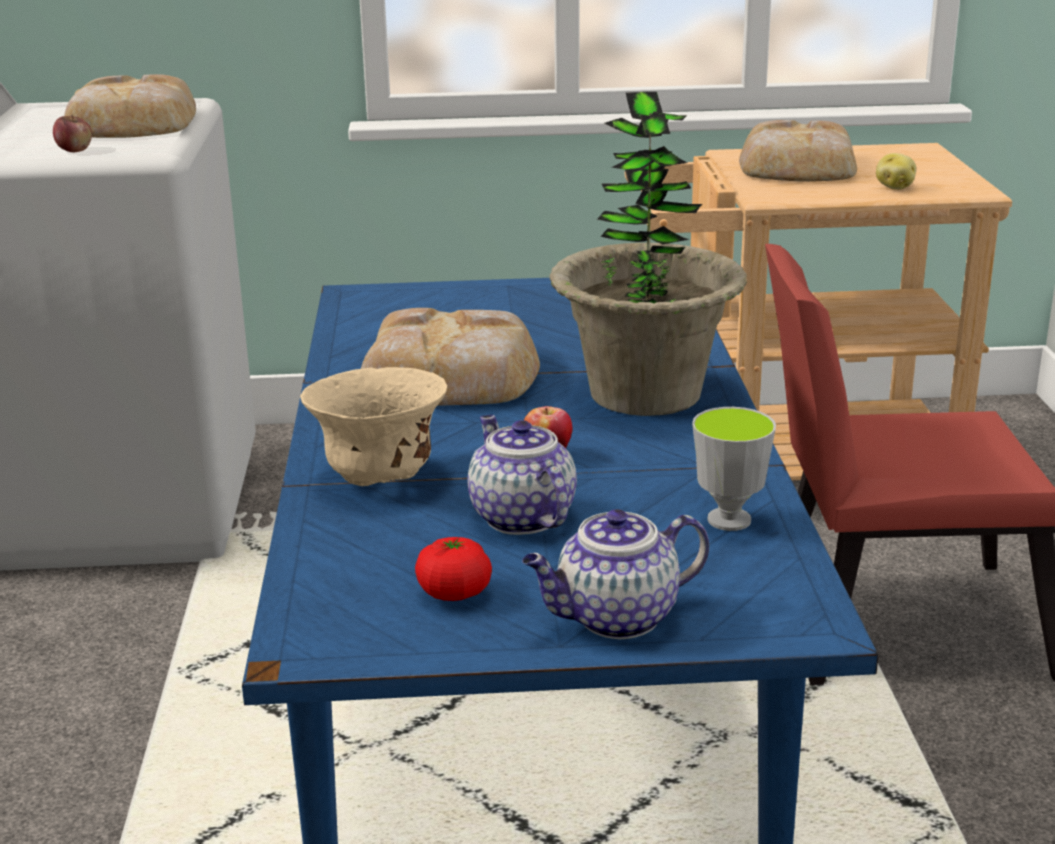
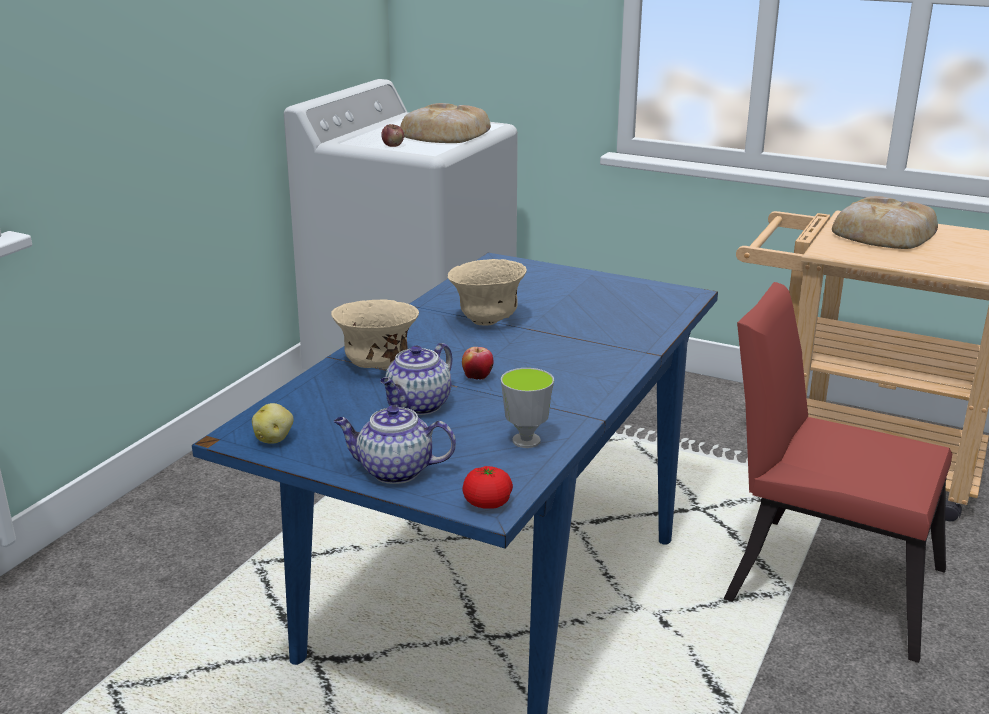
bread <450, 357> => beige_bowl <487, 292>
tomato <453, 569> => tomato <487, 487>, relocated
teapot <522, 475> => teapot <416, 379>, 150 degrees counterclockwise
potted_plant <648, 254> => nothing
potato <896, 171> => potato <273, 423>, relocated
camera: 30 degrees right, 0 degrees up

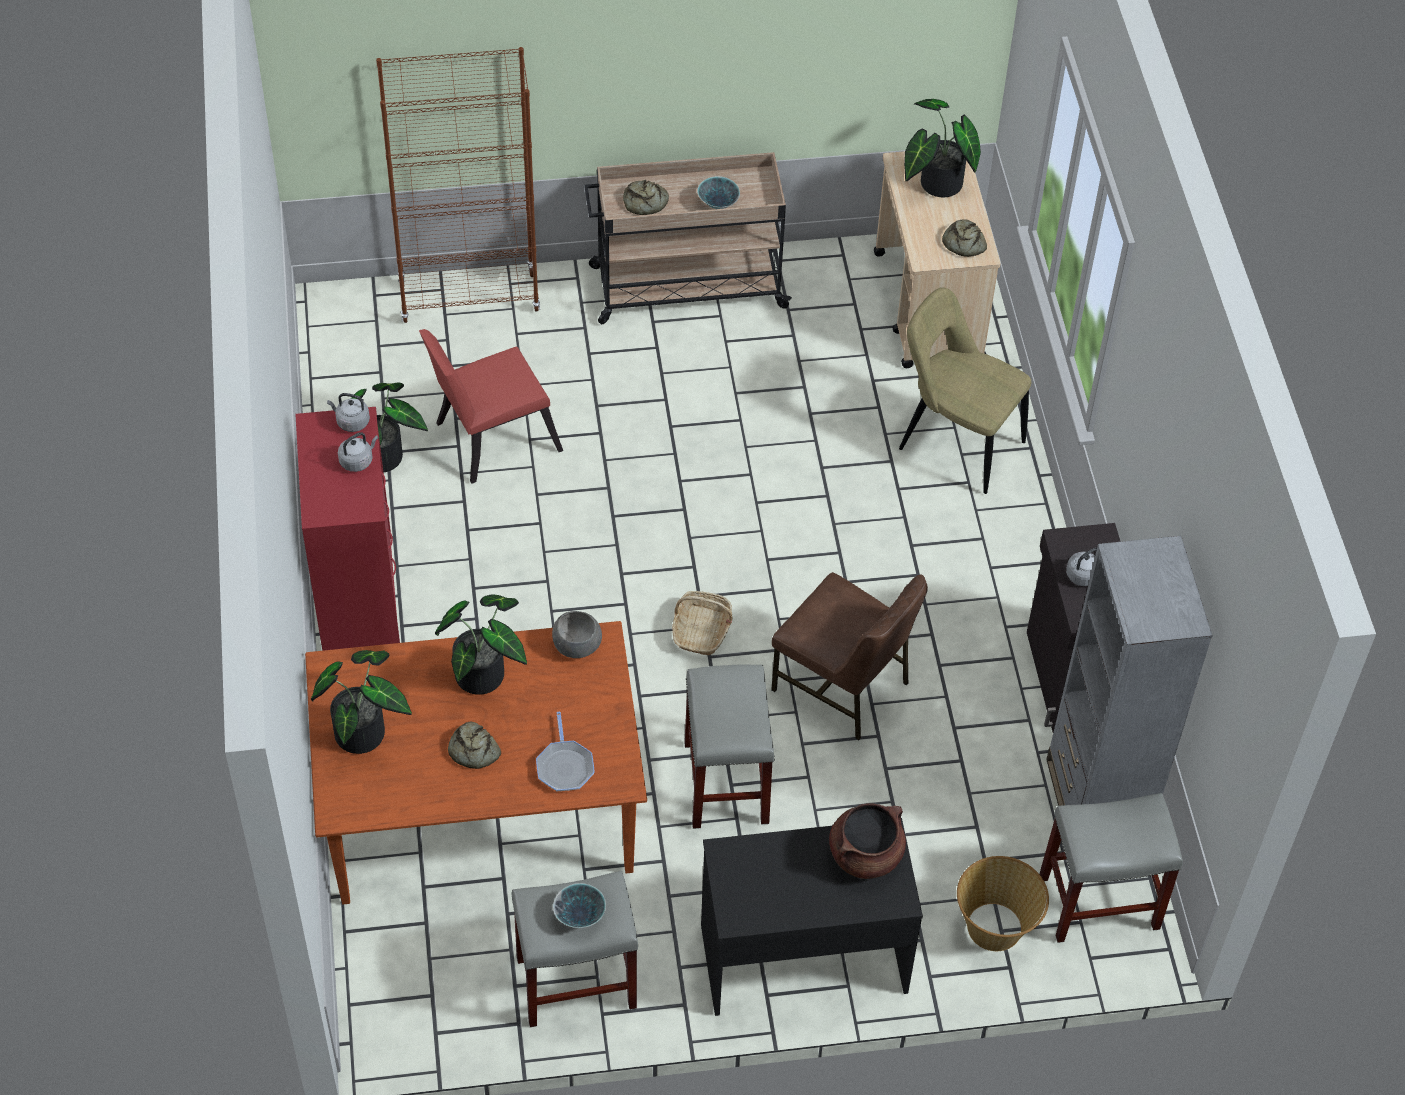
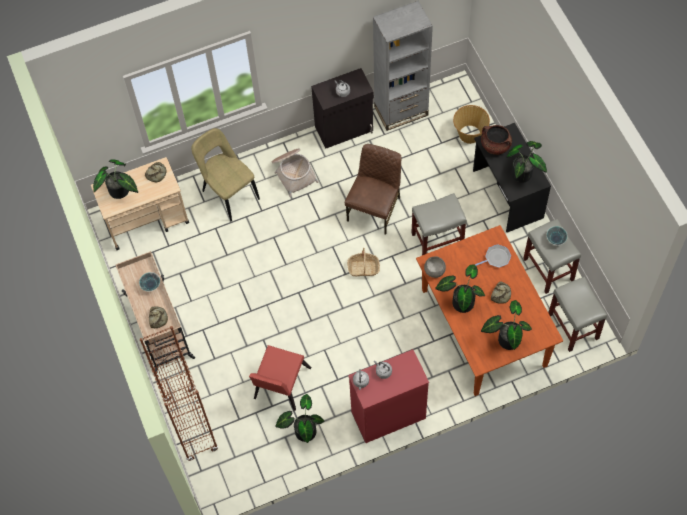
red_chair <491, 406> => red_chair <280, 378>, 60 degrees clockwise
beige_chair <965, 390> => beige_chair <225, 174>, 120 degrees clockwise
grey_stool <1111, 868> => grey_stool <577, 314>, relocated
nothing => basket <295, 173>
nothing => potted_plant <526, 162>
camera: 100 degrees left, 10 degrees up

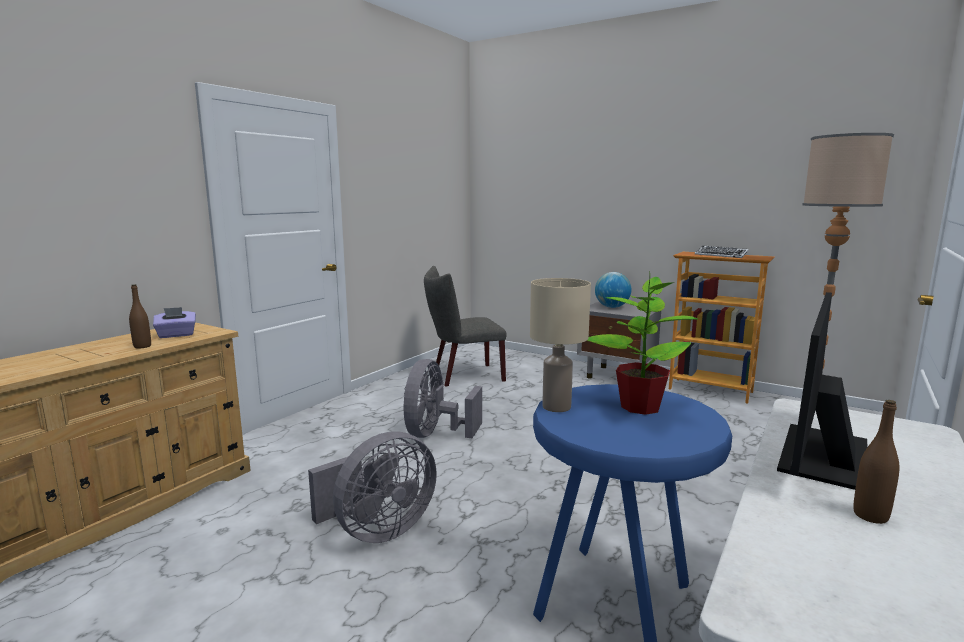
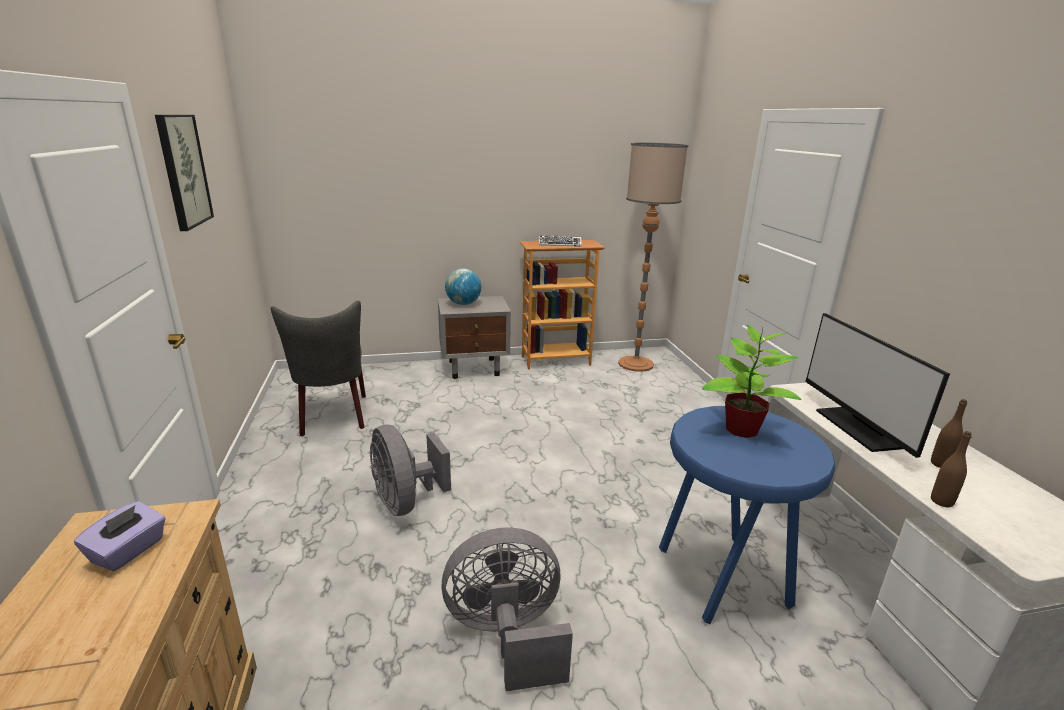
brown_bottle <140, 316> => brown_bottle <951, 469>, relocated
grey_fan <372, 487> => grey_fan <507, 609>, 105 degrees counterclockwise
grey_chair <465, 326> => grey_chair <318, 368>, 45 degrees counterclockwise
beige_table_lamp <560, 345> => nothing
nothing => picture <184, 173>
camera: 45 degrees left, 10 degrees up

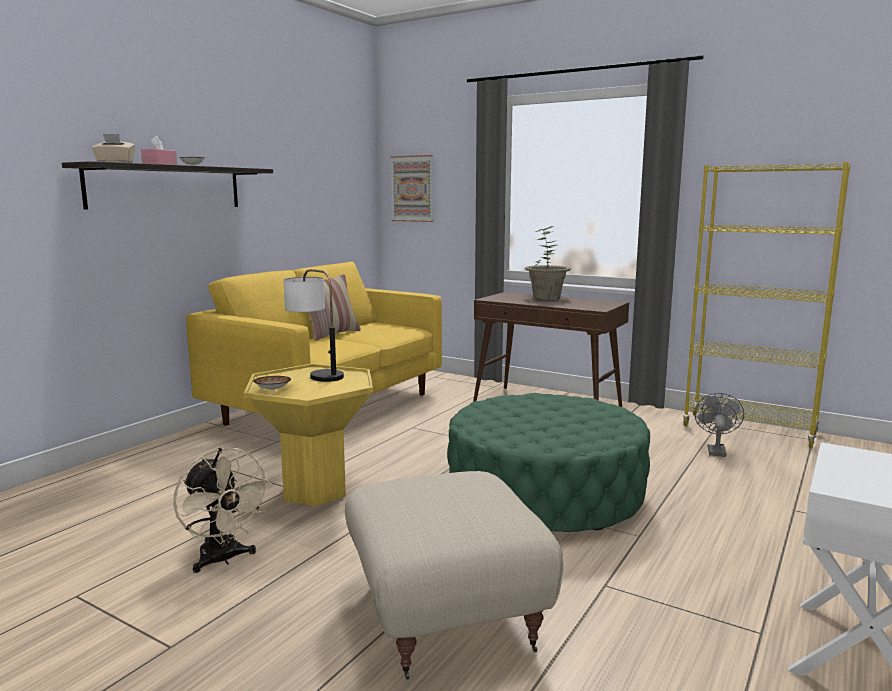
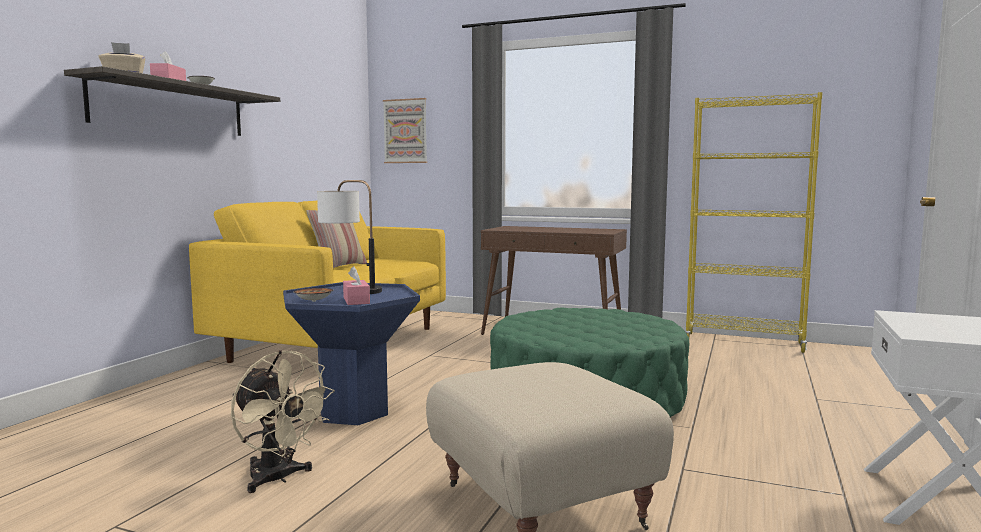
yellow_side_table <308, 434> => blue_side_table <351, 353>
potted_plant <548, 263> => nothing
grey_fan <719, 425> => nothing
nothing => pink_tissue_box <356, 285>
camera: 10 degrees left, 5 degrees down

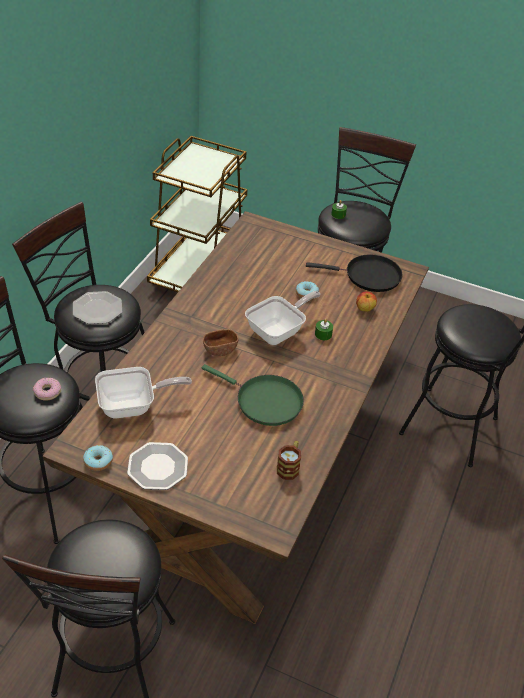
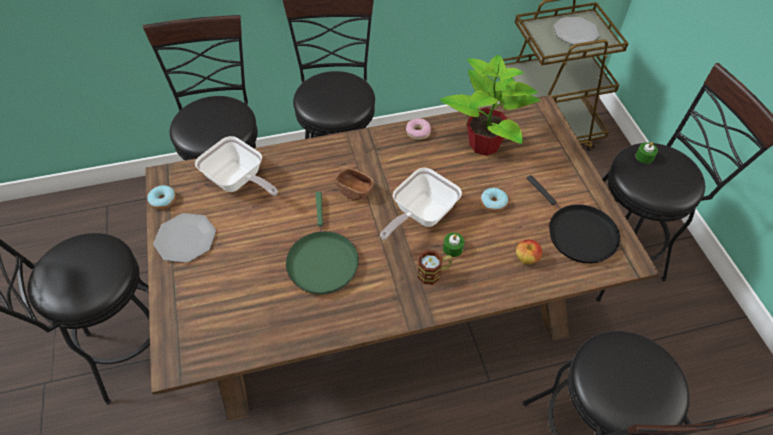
donut <47, 389> => donut <418, 129>, relocated
plate <97, 307> => plate <576, 31>, relocated
frying_pan <283, 318> => frying_pan <421, 204>, 120 degrees clockwise
mug <289, 460> => mug <435, 267>, relocated
nothing => potted_plant <490, 105>
camera: 55 degrees right, 10 degrees up

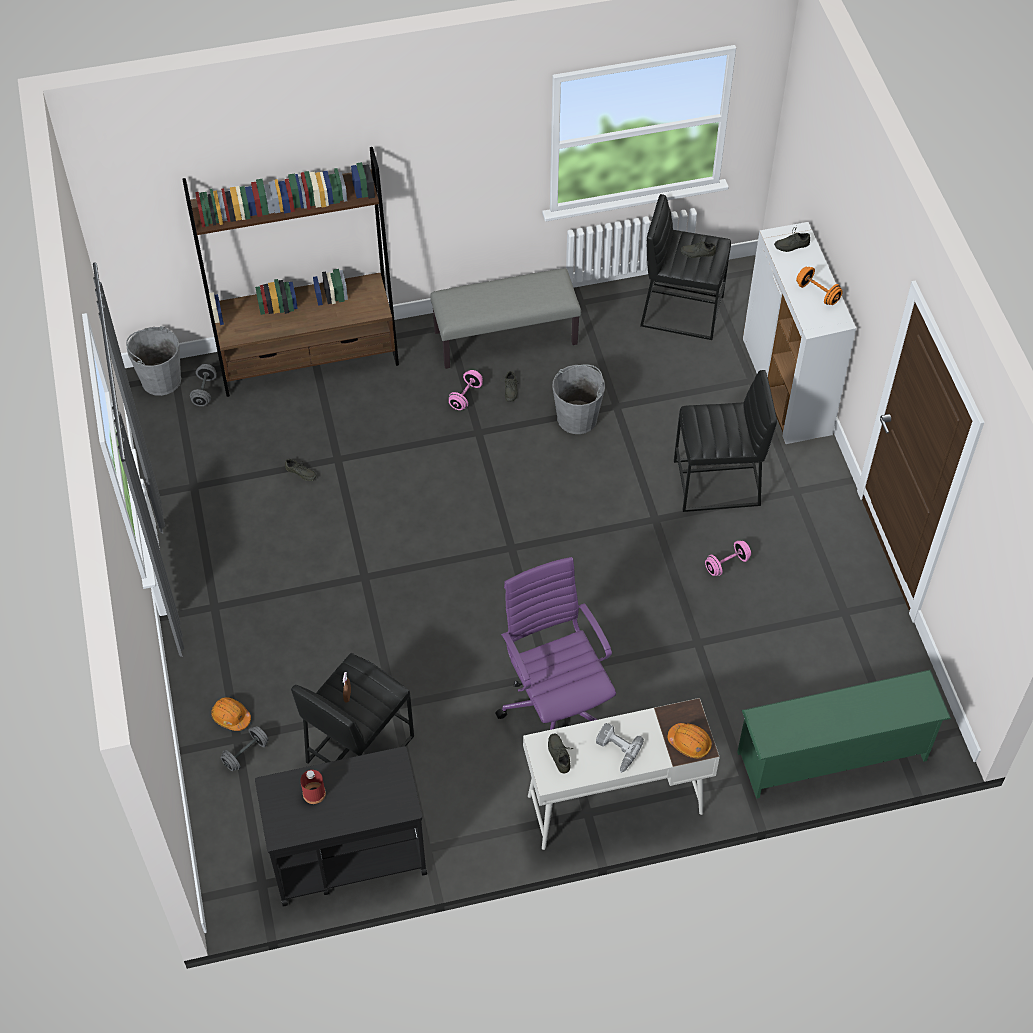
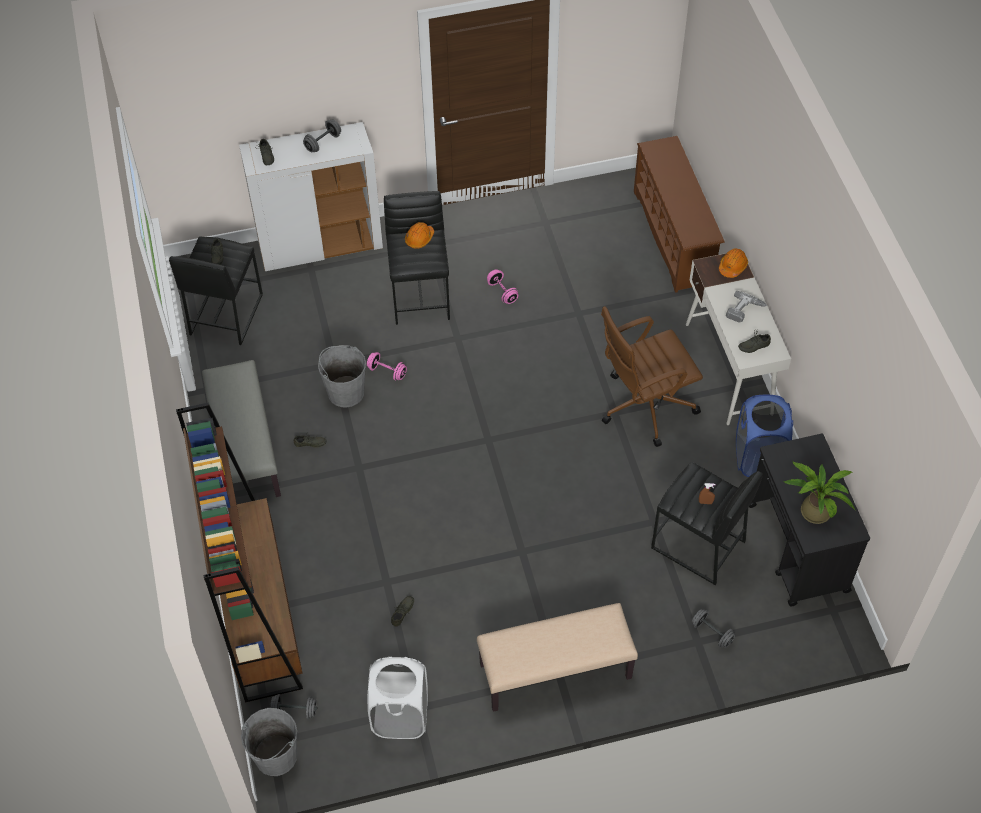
orange_hard_hat <231, 714> => orange_hard_hat <419, 235>, relocated
red_bottle <313, 787> => potted_plant <819, 492>
pink_dumbbell <466, 390> => pink_dumbbell <387, 366>, relocated
purple_office_chair <555, 643> => brown_office_chair <652, 376>
green_shoe_rack <844, 734> => brown_shoe_rack <679, 214>
orange_dumbbell <819, 286> => grey_dumbbell <322, 135>
nothing => white_laundry_basket <397, 698>
nothing => beige_bench <557, 657>
nothing => blue_laundry_basket <764, 436>
camera: 90 degrees left, 0 degrees up

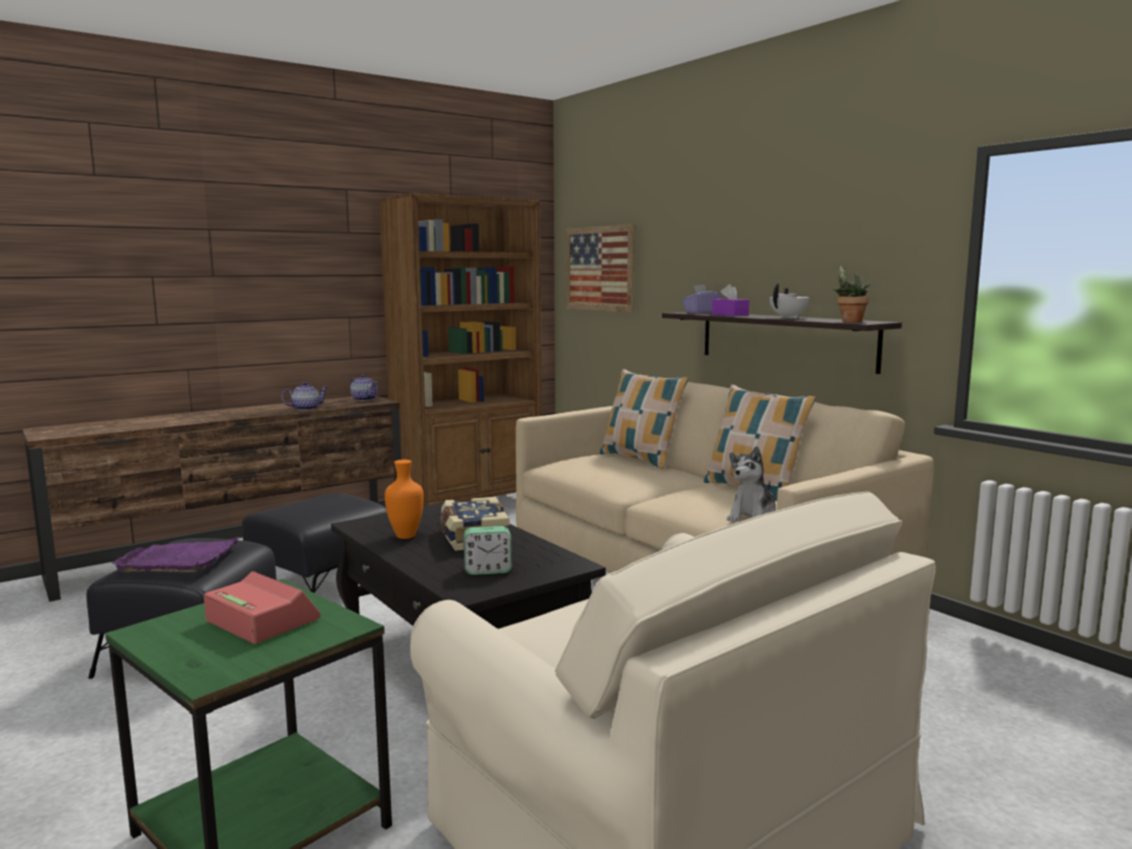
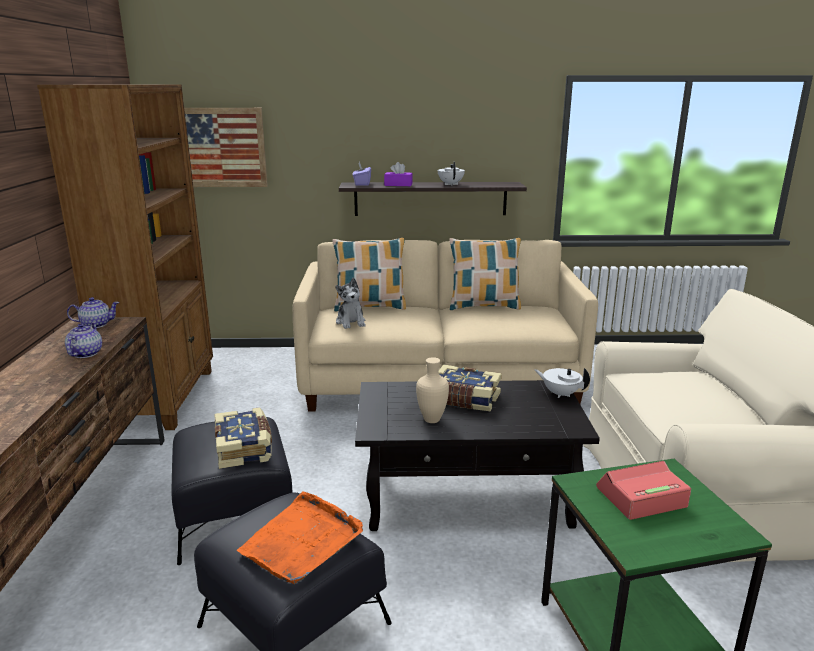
purple_tray <177, 554> => orange_tray <300, 537>
orange_vase <404, 499> => beige_vase <432, 390>
alarm_clock <488, 550> => nothing
plush_toy <751, 484> => plush_toy <350, 303>, relocated
potted_plant <851, 293> => nothing
nothing => book <243, 438>
nothing => white_teapot <562, 383>
camera: 55 degrees left, 10 degrees up

